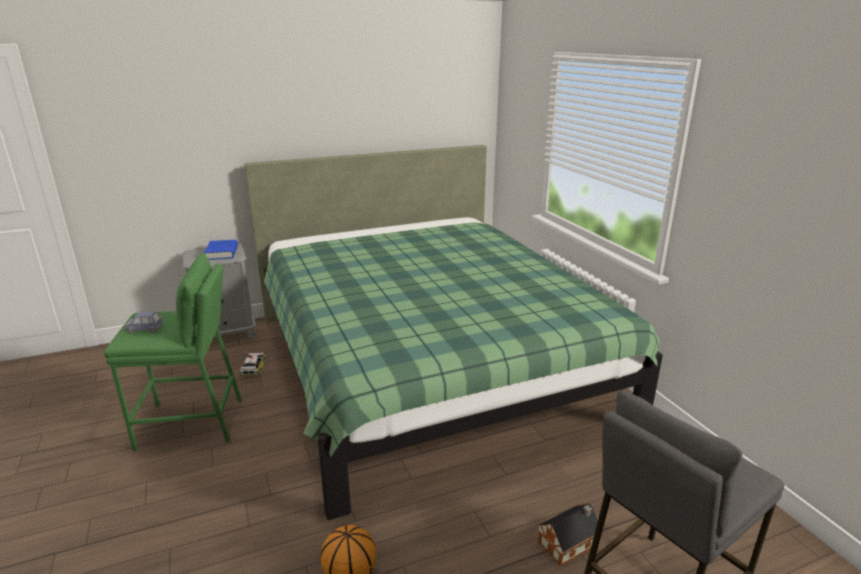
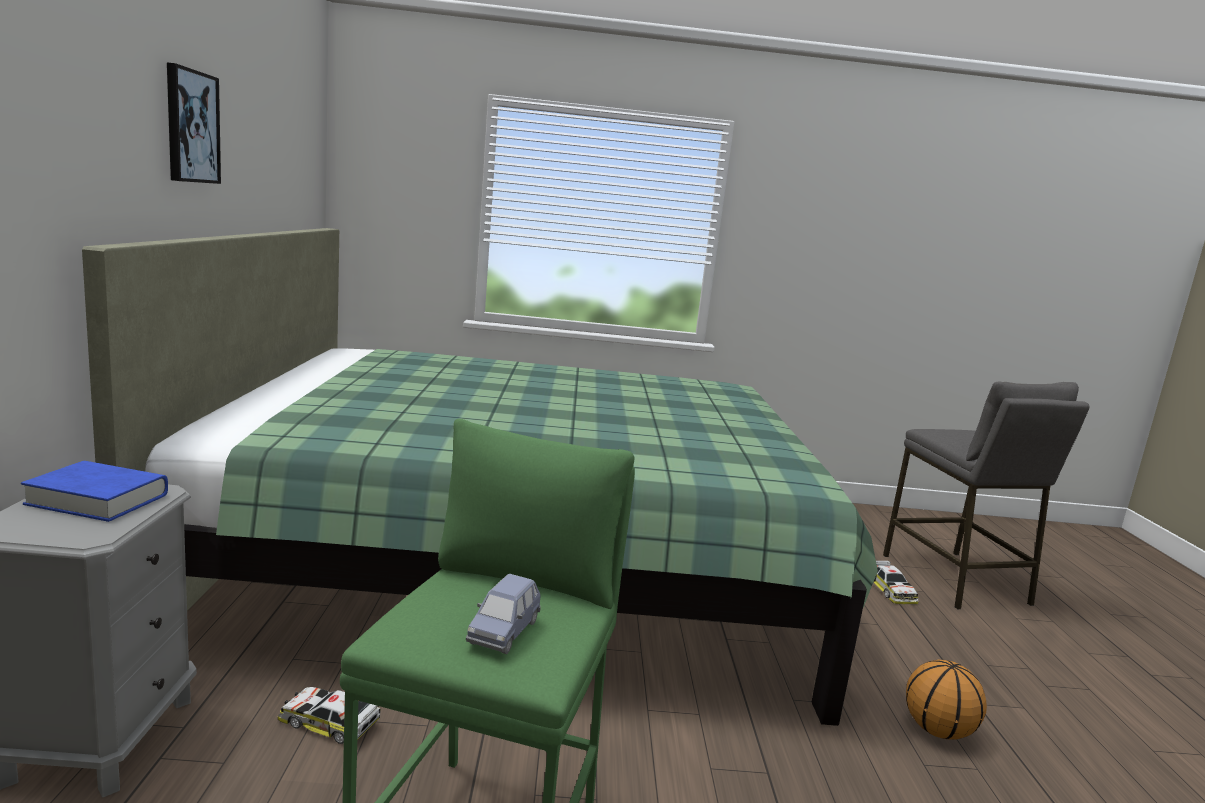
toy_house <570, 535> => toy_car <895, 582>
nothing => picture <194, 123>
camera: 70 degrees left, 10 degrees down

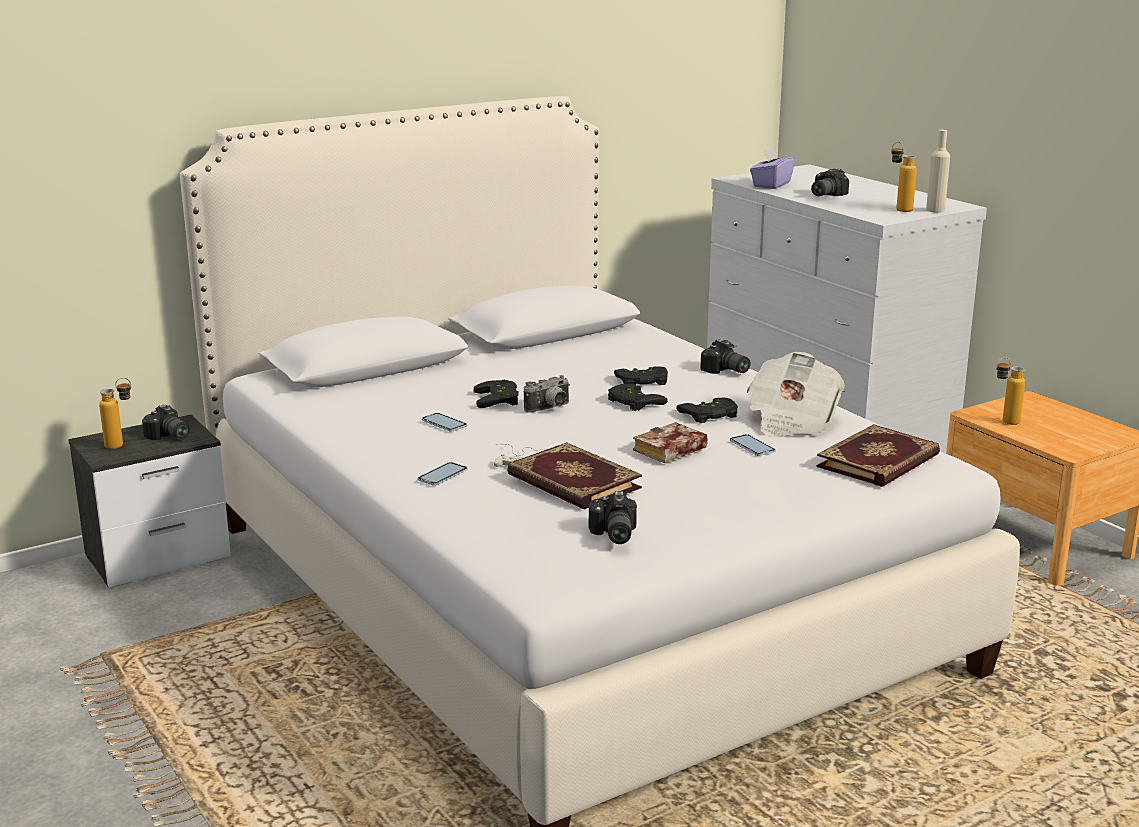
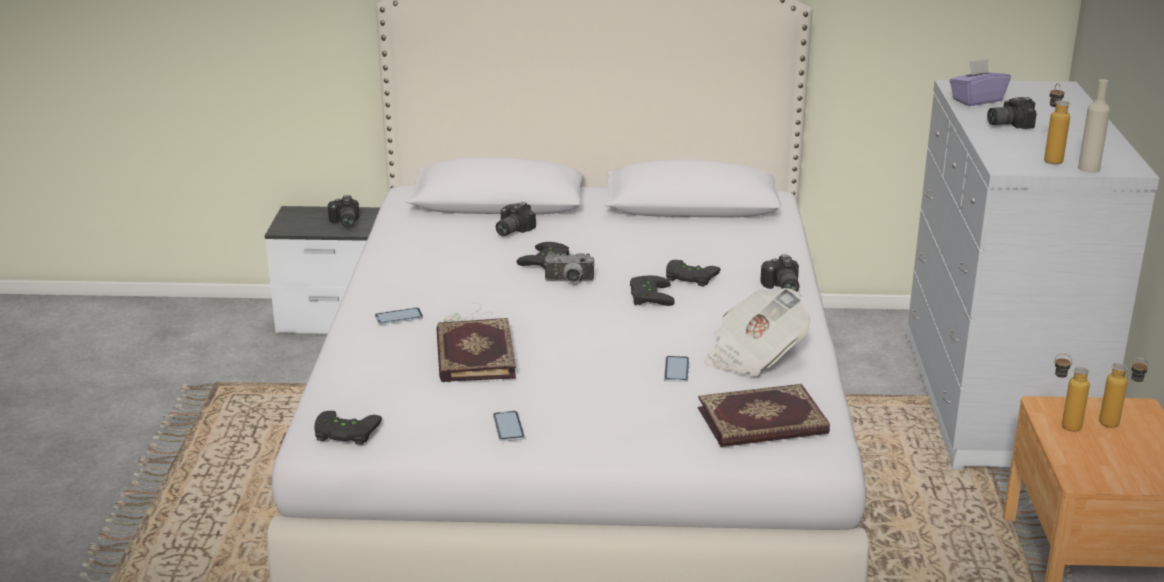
bottle <115, 413> => bottle <1124, 393>, relocated
phone <444, 422> => phone <509, 426>, relocated
photo_camera <613, 517> => photo_camera <516, 219>, relocated
book <670, 442> => nothing
black_game_controller <707, 410> => black_game_controller <348, 428>, relocated
camera: 35 degrees right, 5 degrees up

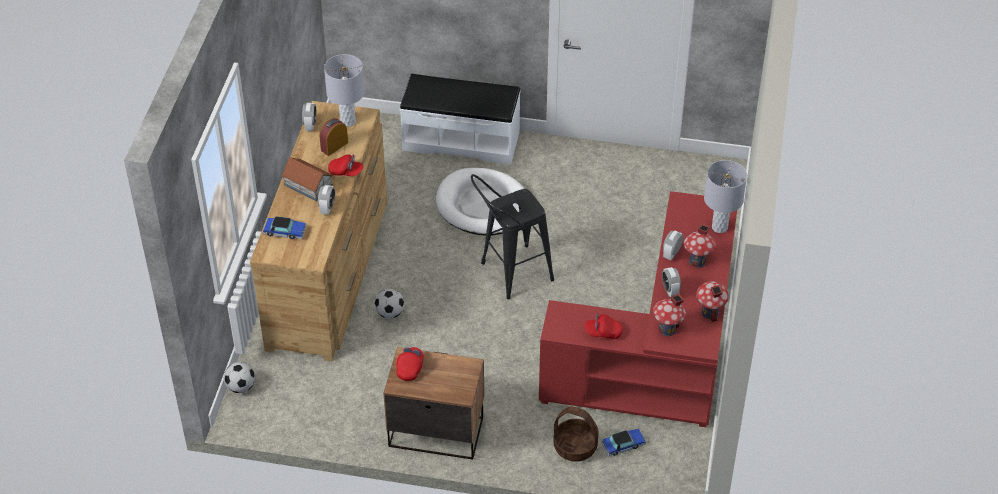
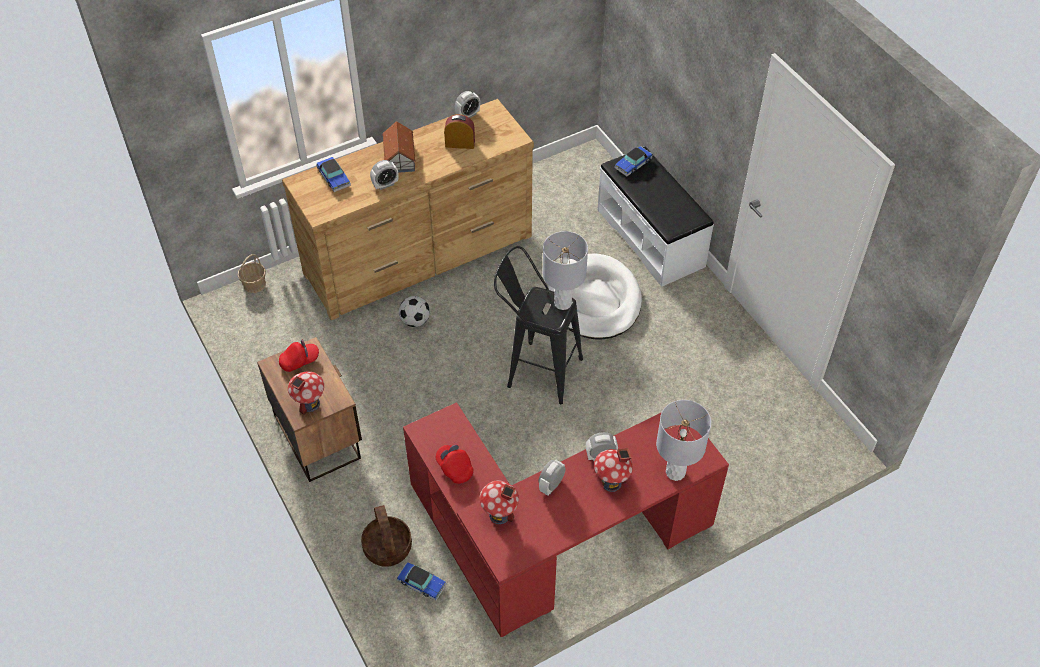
football <239, 377> => basket <252, 273>
grey_table_lamp <344, 90> => grey_table_lamp <565, 270>, relocated
red_cap <346, 165> => nothing
toy_house <712, 301> => toy_house <306, 392>, relocated
nothing => toy_car <633, 161>
camera: 50 degrees right, 5 degrees up

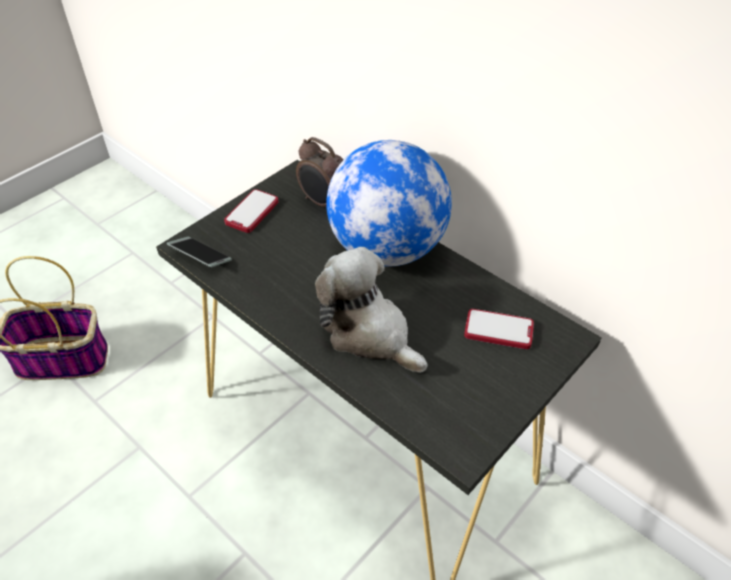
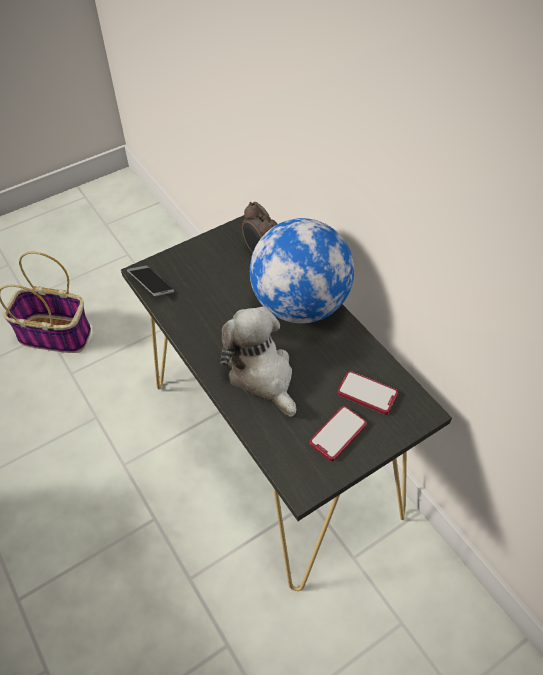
phone <251, 211> => phone <338, 433>, relocated
camera: 15 degrees right, 5 degrees up

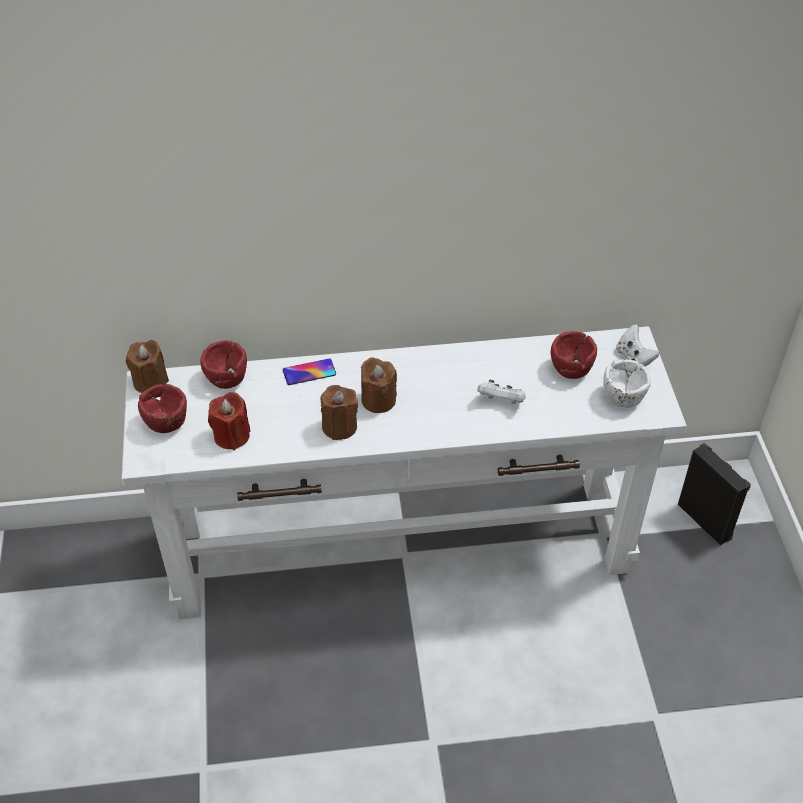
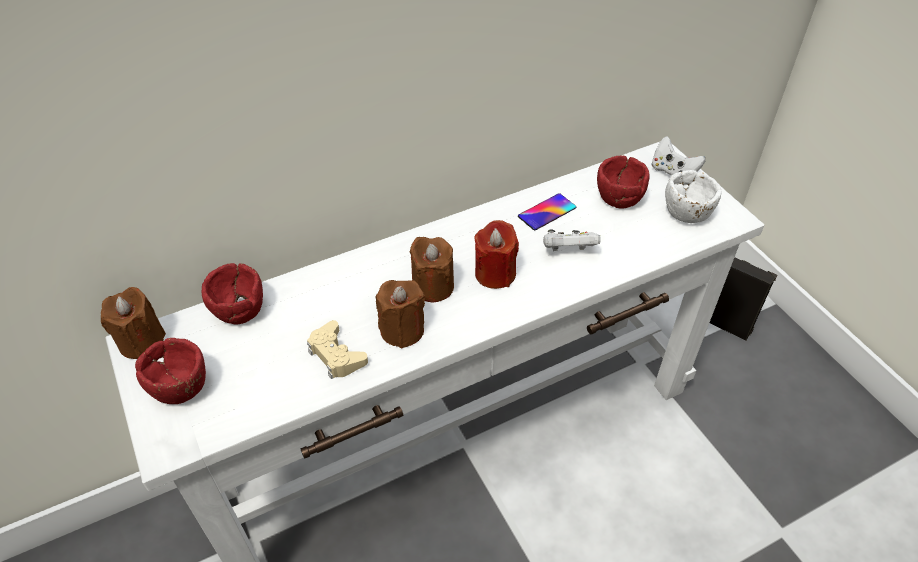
red_candle <229, 421> => red_candle <496, 254>, relocated
phone <309, 372> => phone <547, 211>, relocated
nothing => beige_game_controller <337, 349>
camera: 20 degrees left, 0 degrees up

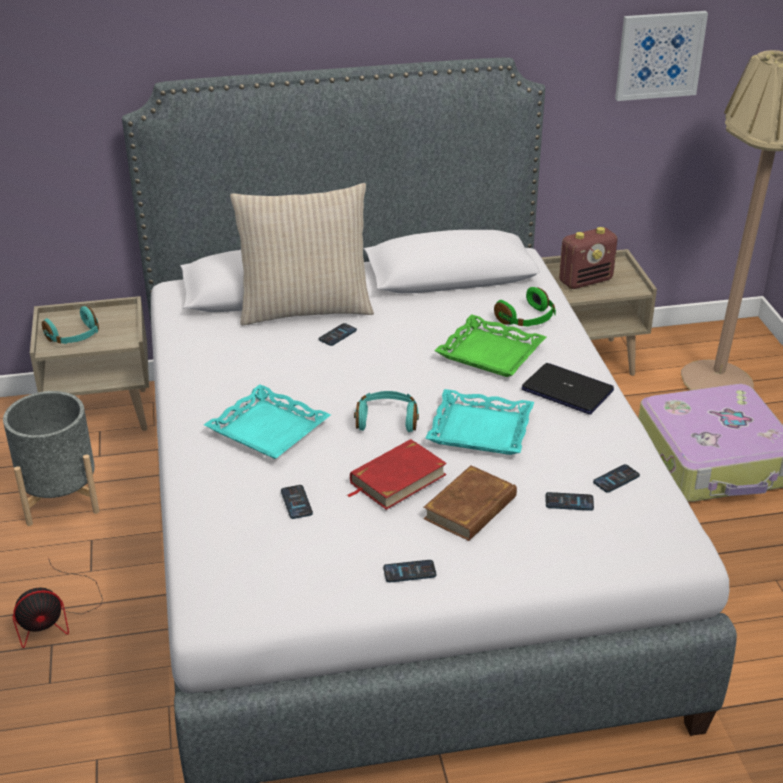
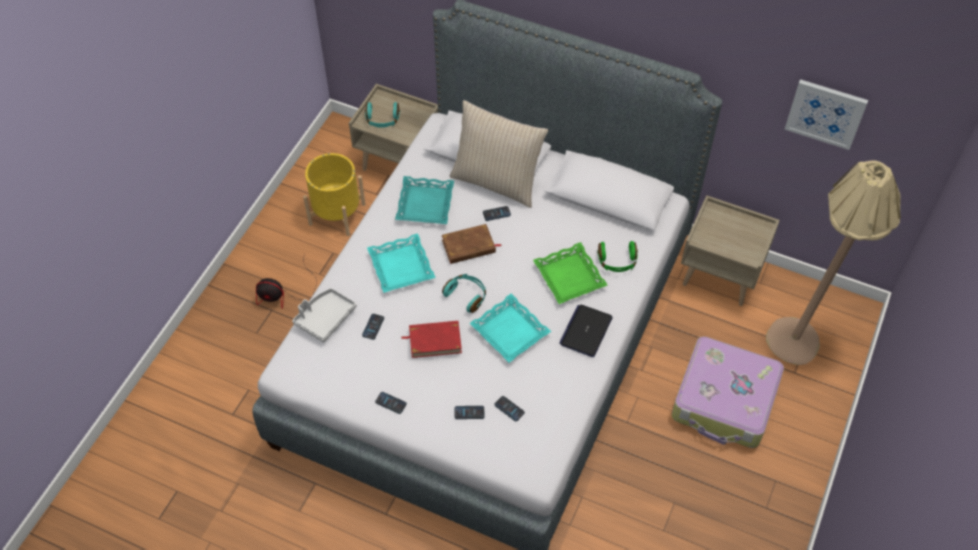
grey_planter <51, 458> => yellow_planter <334, 194>
brown_book <470, 503> => brown_book <471, 244>, relocated
laptop <567, 389> => laptop <586, 330>, 135 degrees counterclockwise
radio <588, 258> => nothing
phone <616, 478> => phone <469, 412>, relocated
nothing => grey_tray <324, 315>
nothing => turquoise_tray <424, 200>
camera: 35 degrees right, 20 degrees up

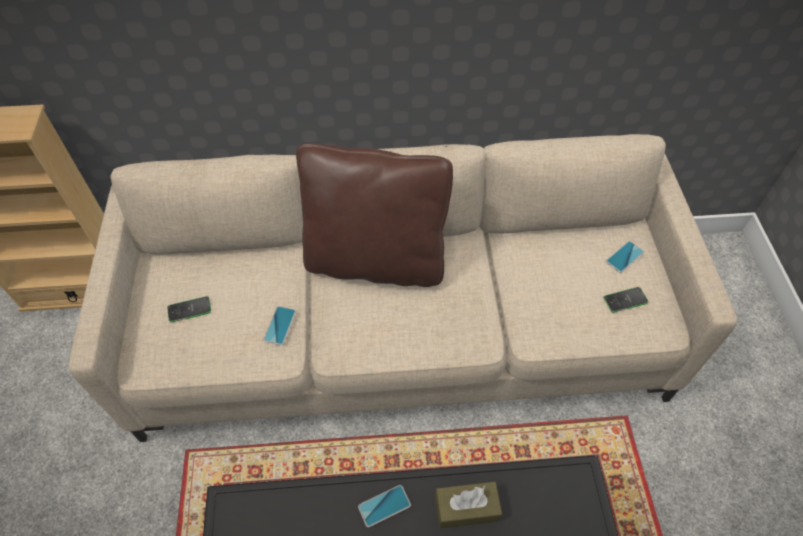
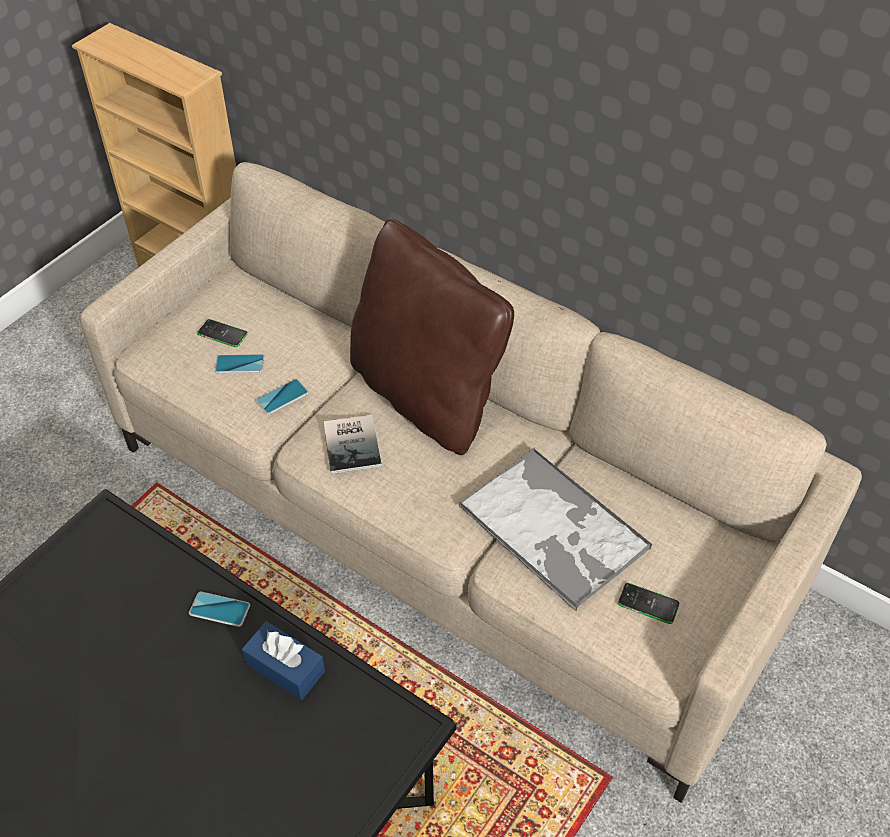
brown_tissue_box <468, 505> => blue_tissue_box <283, 660>
phone <625, 257> => phone <240, 363>, relocated
nothing => book <352, 444>
nothing => tray <555, 529>
camera: 40 degrees right, 5 degrees down

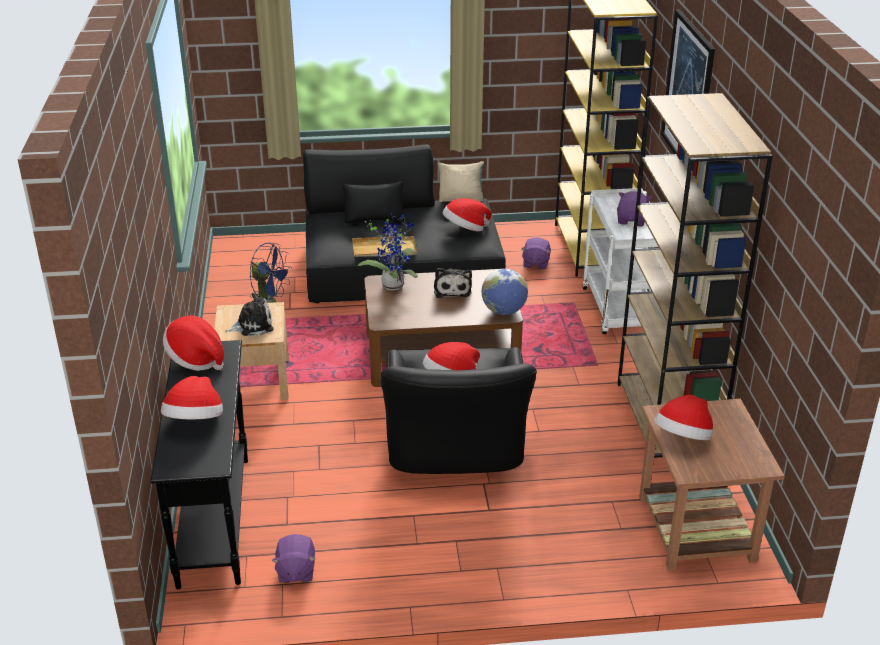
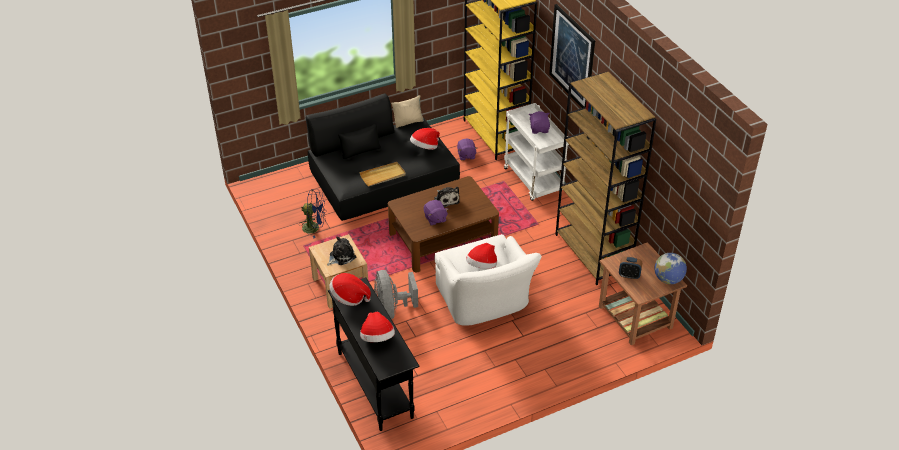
purple_plush_toy <293, 558> => purple_plush_toy <436, 213>, relocated
potted_plant <388, 251> => nothing
black_armchair <459, 410> => white_armchair <488, 280>
globe <505, 292> => globe <670, 268>, relocated
hat <683, 417> => alarm_clock <630, 267>
nothing => grey_fan <396, 294>
camera: 20 degrees left, 10 degrees up

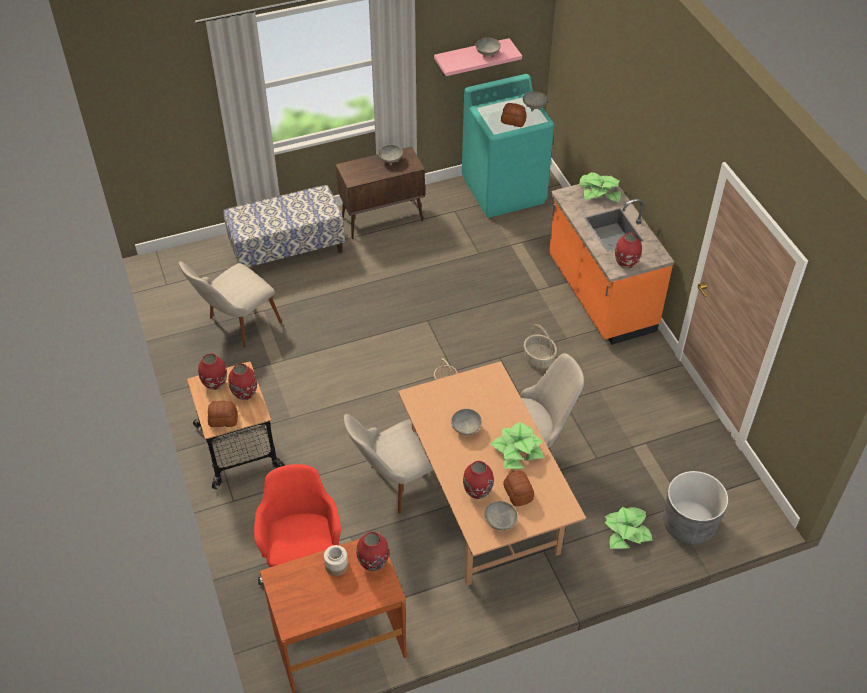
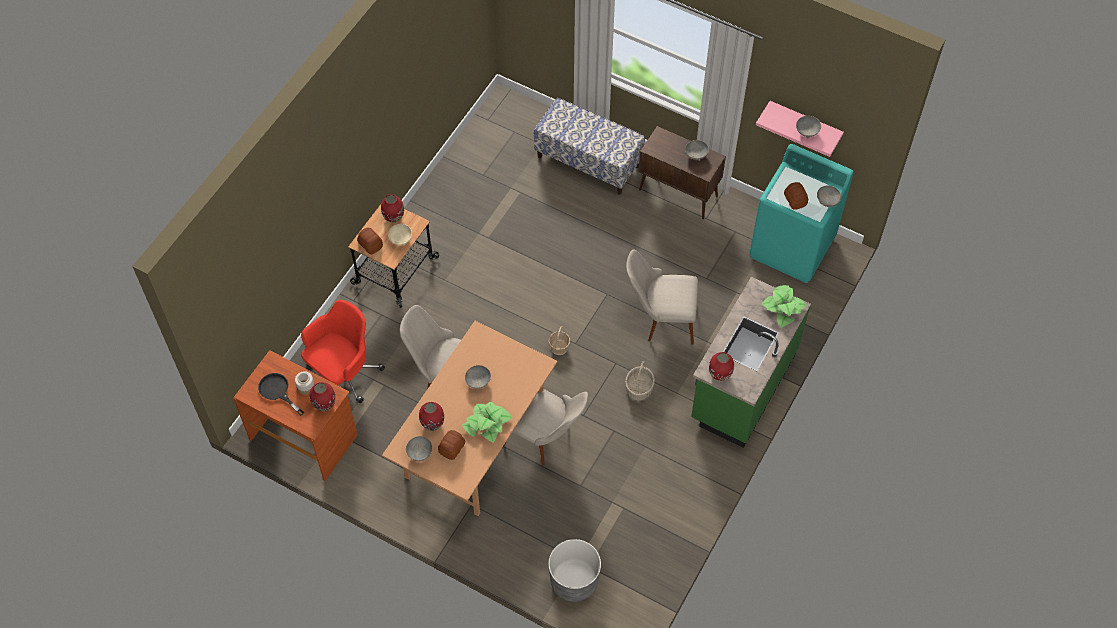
beige_chair <230, 304> => beige_chair <662, 297>, relocated
red_vase <242, 382> => beige_bowl <400, 234>
orange_counter <611, 264> => green_counter <751, 362>
potted_plant <628, 528> => nothing
nothing => black_frying_pan <281, 394>
camera: 50 degrees right, 10 degrees up

